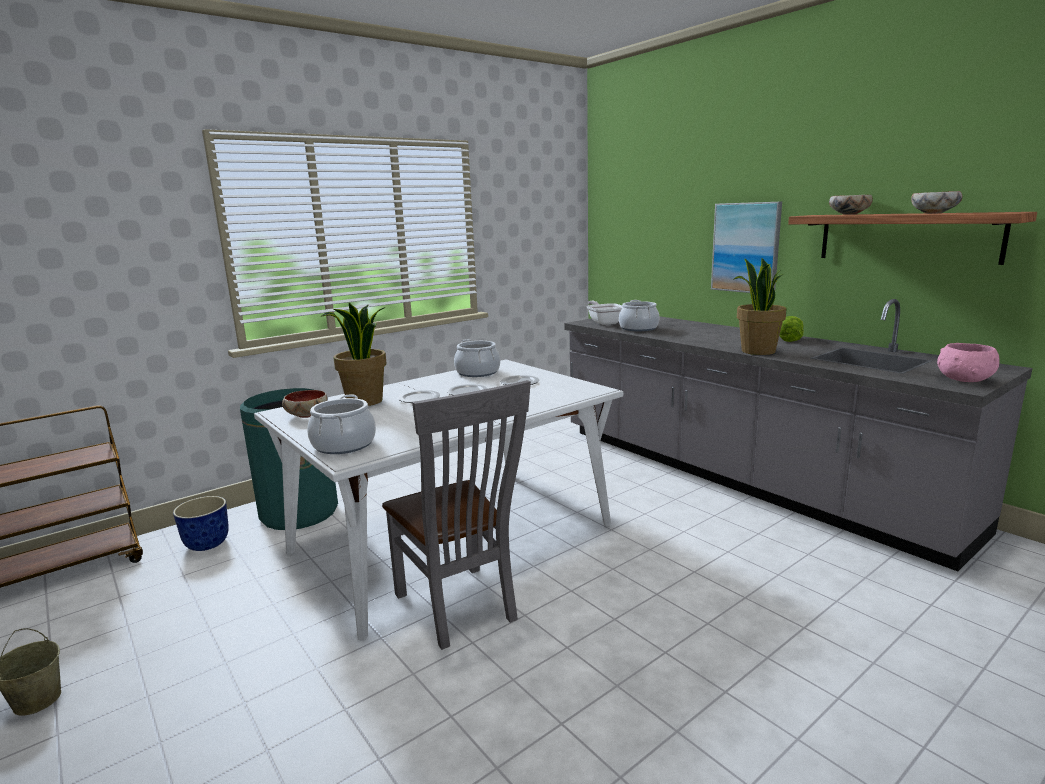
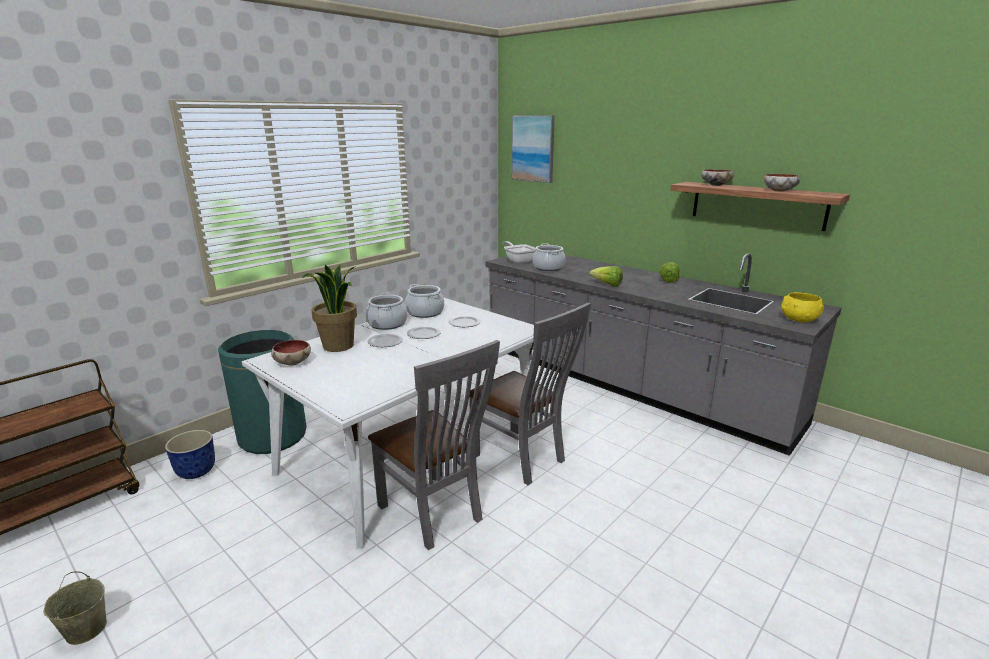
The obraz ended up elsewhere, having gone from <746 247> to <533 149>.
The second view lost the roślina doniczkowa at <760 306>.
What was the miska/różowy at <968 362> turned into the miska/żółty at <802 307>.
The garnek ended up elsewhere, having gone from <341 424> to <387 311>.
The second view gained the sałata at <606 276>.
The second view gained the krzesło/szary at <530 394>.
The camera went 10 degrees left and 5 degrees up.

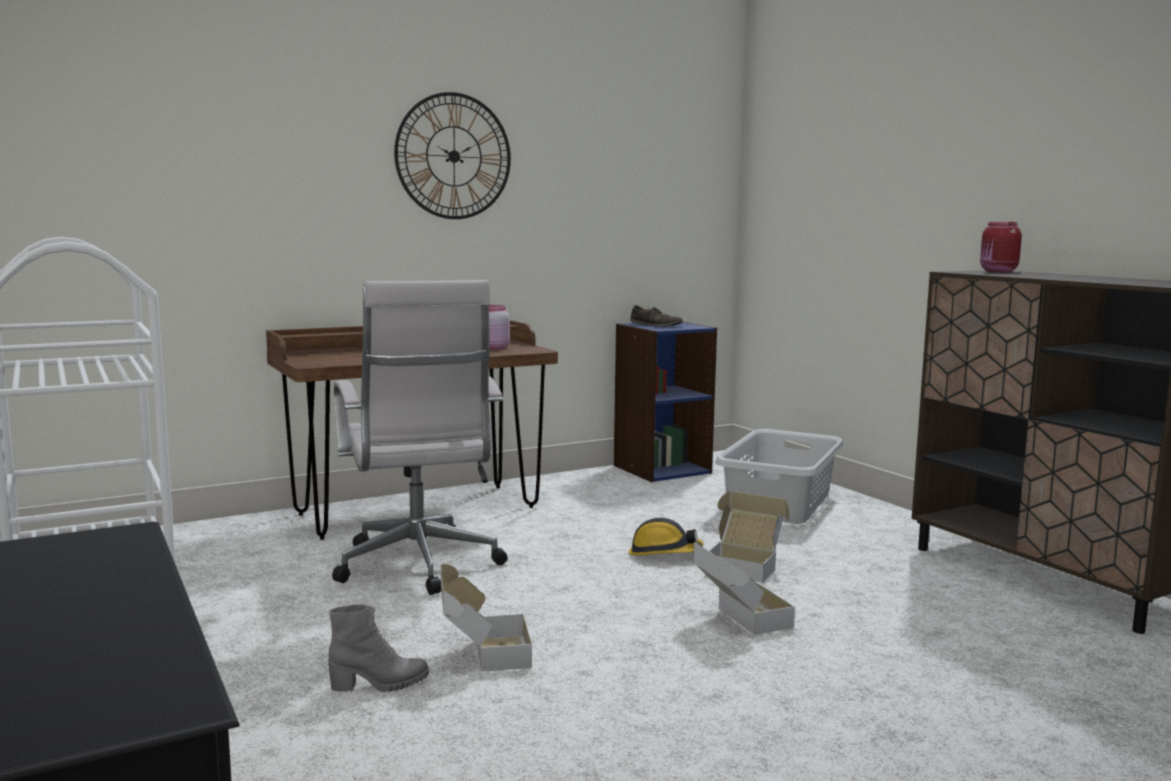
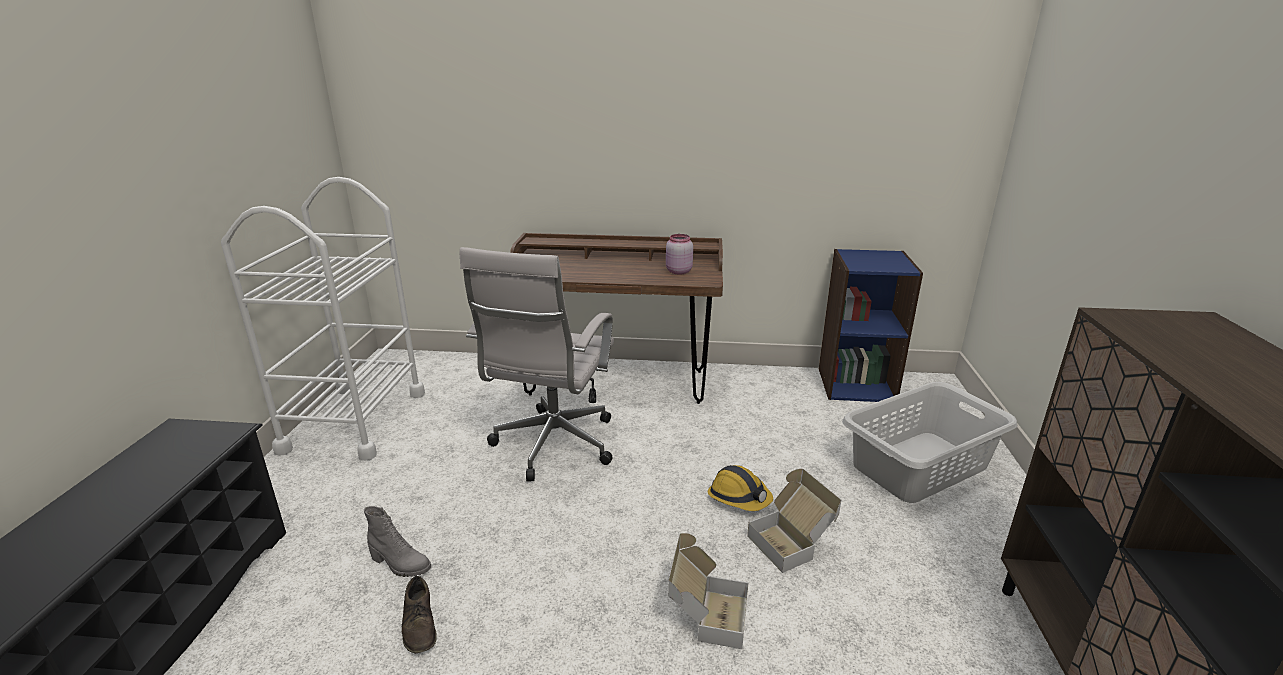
The second view lost the zegar ścienny at <452 155>.
The second view lost the słoik/czerwony at <1001 247>.
The but/brązowy ended up elsewhere, having gone from <656 316> to <419 615>.
The second view lost the karton at <486 618>.
The camera went 35 degrees right and 15 degrees up.

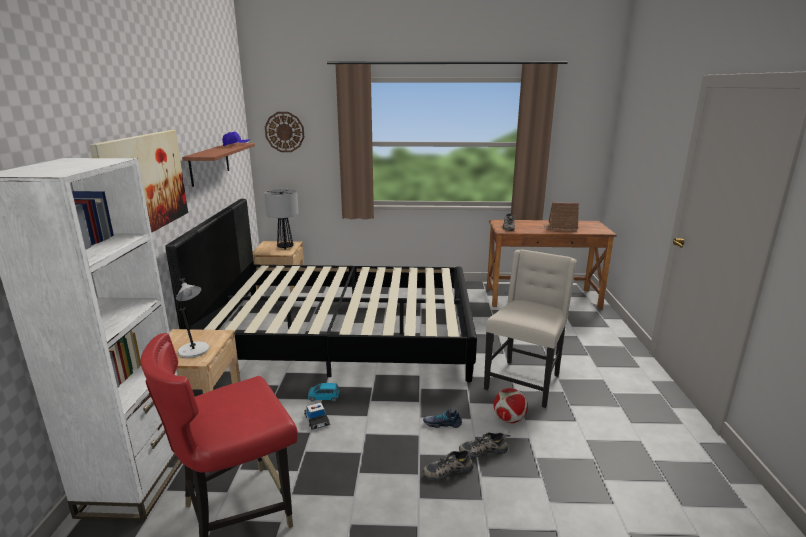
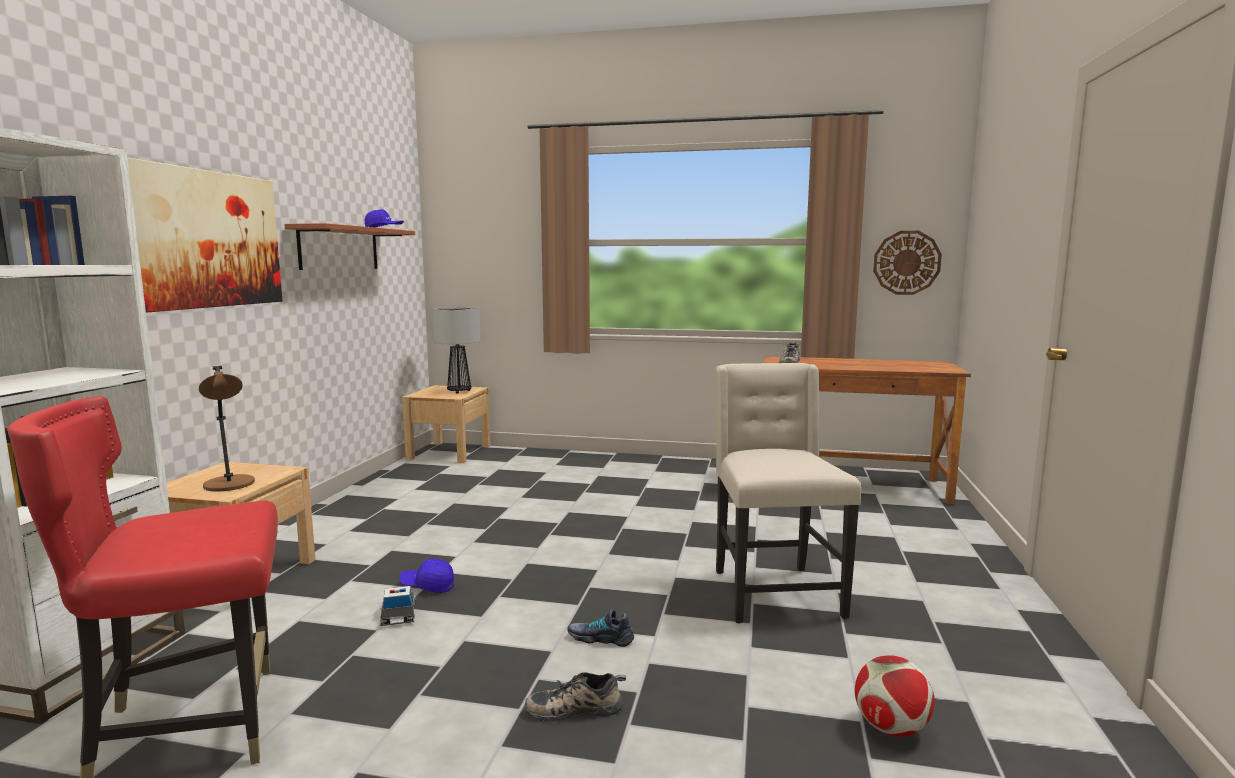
The zegar ścienny ended up elsewhere, having gone from <284 132> to <907 263>.
The second view lost the łóżko/czarny at <321 290>.
The second view lost the domek at <561 216>.
The krzesło/beżowy at <530 329> ended up facing another way, 45 degrees counterclockwise from before.
What was the lampa stołowa/szary at <192 318> turned into the lampa stołowa/brązowy at <227 429>.
Where the samochodzik/niebieski stood at <323 392>, the czapka z daszkiem/niebieski came to stand at <426 576>.
The piłka futbolowa ended up elsewhere, having gone from <511 405> to <894 696>.
The second view lost the but at <485 445>.
The camera went 10 degrees right and 10 degrees down.

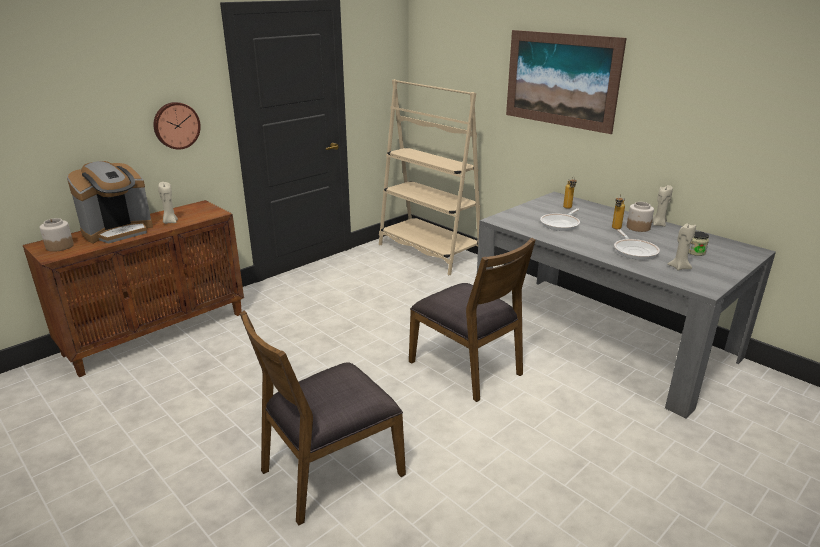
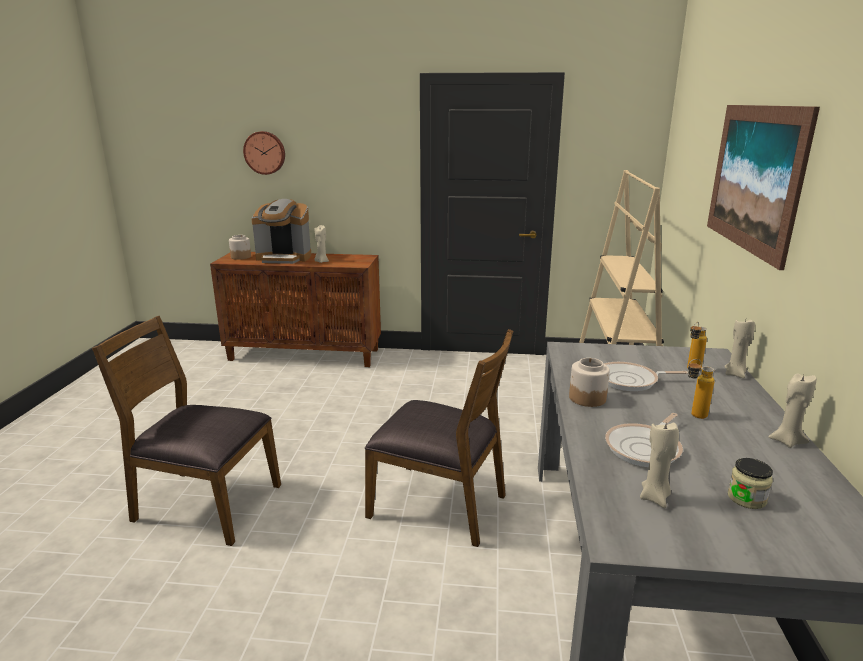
The zegar ścienny ended up elsewhere, having gone from <177 126> to <264 153>.
The słoik ended up elsewhere, having gone from <640 217> to <589 382>.
The krzesło/brązowy at <472 320> ended up facing another way, 75 degrees counterclockwise from before.
The second view gained the świeca/beżowy at <739 349>.
The camera went 50 degrees right and 5 degrees down.

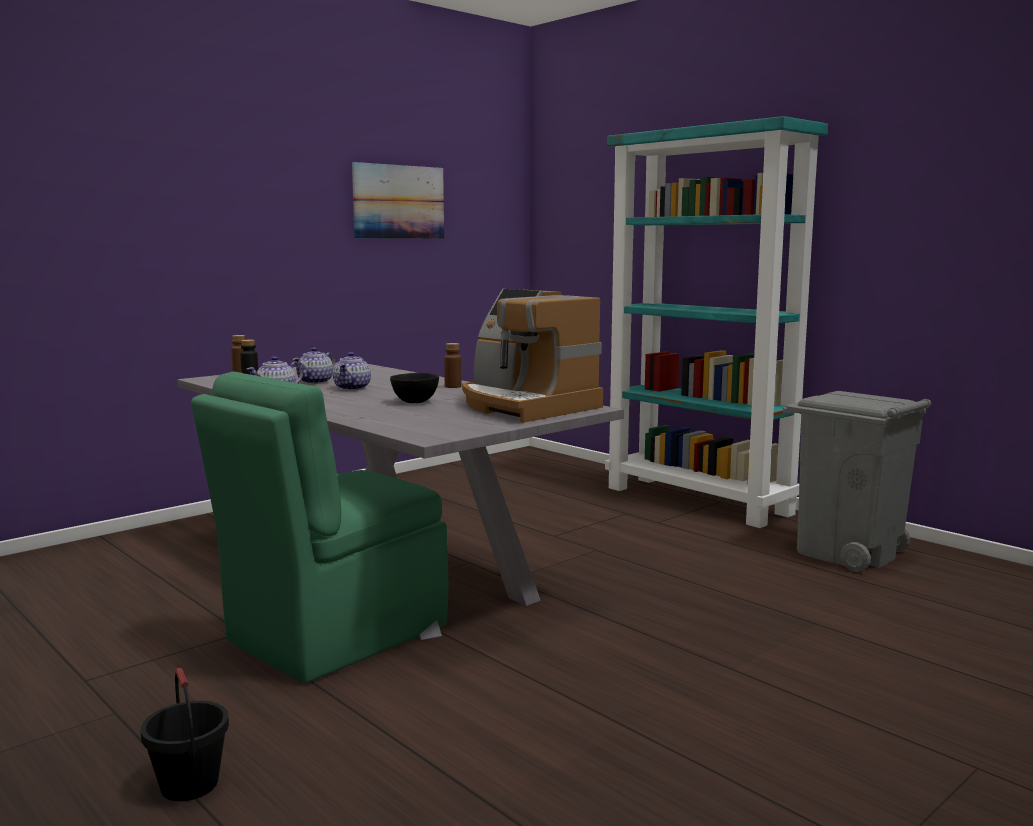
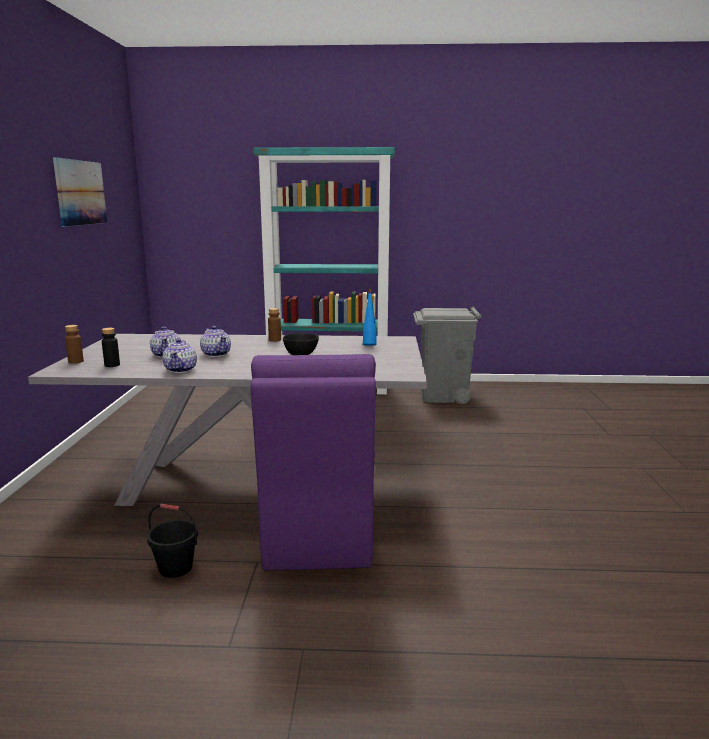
Where the ekspres do kawy stood at <532 356>, the butelka/niebieski came to stand at <370 317>.
What was the krzesło/zielony at <319 528> turned into the krzesło/fioletowy at <313 462>.
The wiadro/czarny ended up elsewhere, having gone from <185 734> to <172 541>.
The camera went 45 degrees left and 5 degrees up.

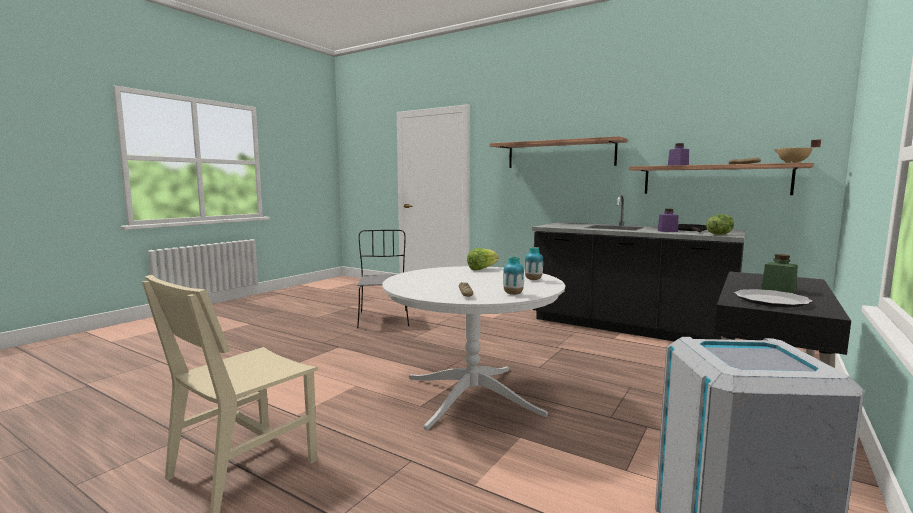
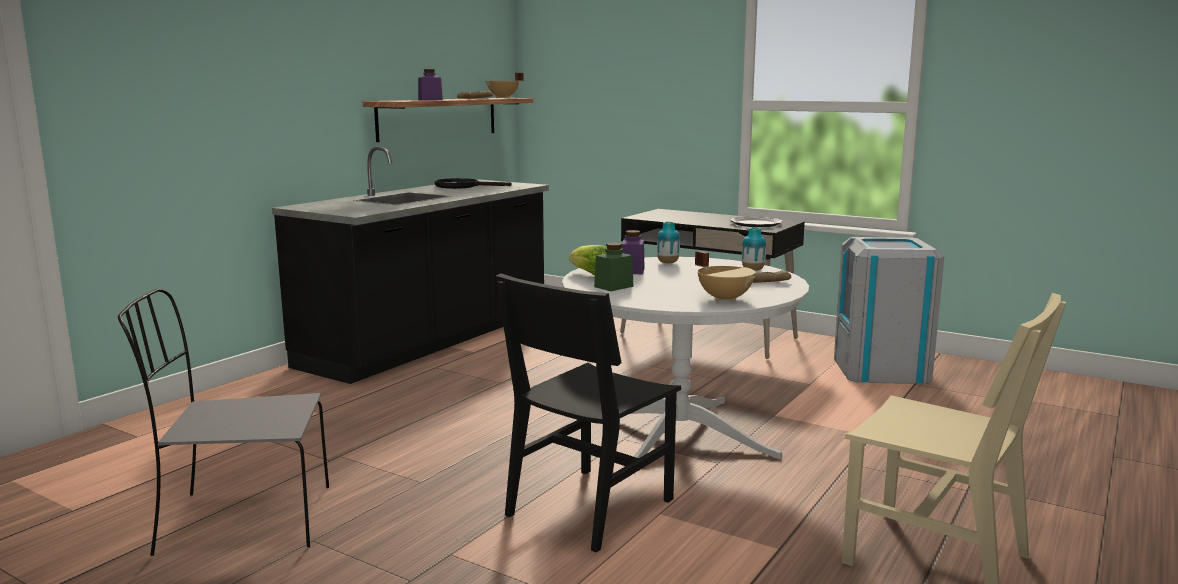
The second view lost the półka at <559 152>.
The słoik/fioletowy ended up elsewhere, having gone from <668 220> to <633 252>.
The second view lost the sałata at <720 224>.
The słoik/zielony ended up elsewhere, having gone from <779 273> to <614 267>.
The second view gained the garnek/beżowy at <725 276>.
The second view gained the krzesło/czarny at <588 413>.
The camera went 90 degrees left and 5 degrees up.

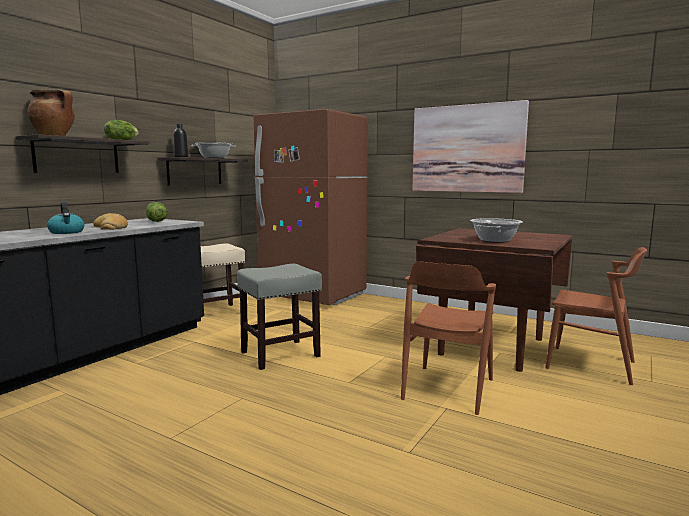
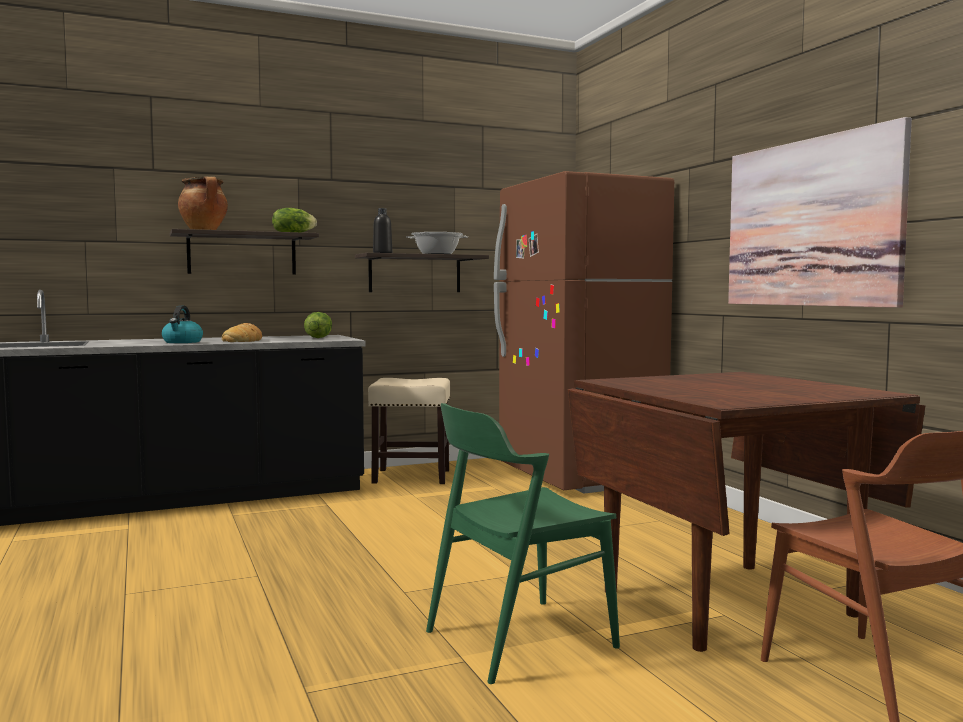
The second view lost the garnek at <496 230>.
What was the krzesło/brązowy at <448 338> turned into the krzesło/zielony at <523 543>.
The second view lost the stołek/szary at <279 317>.
The camera went 35 degrees right and 5 degrees down.

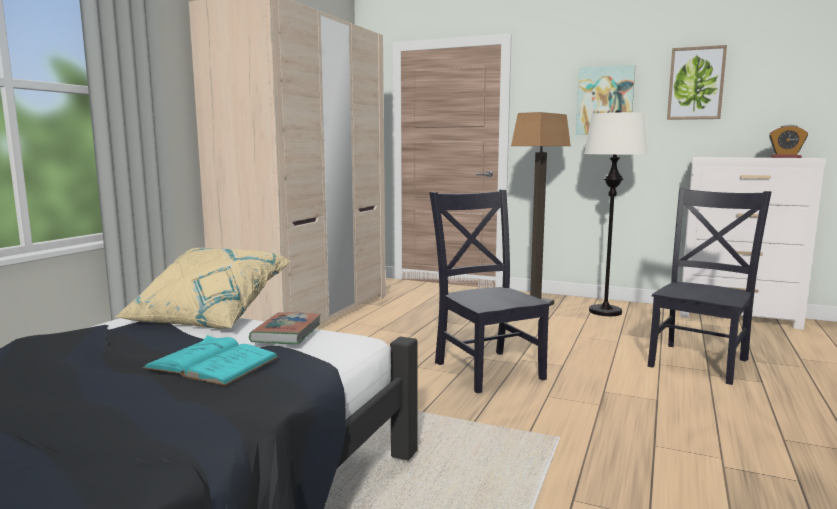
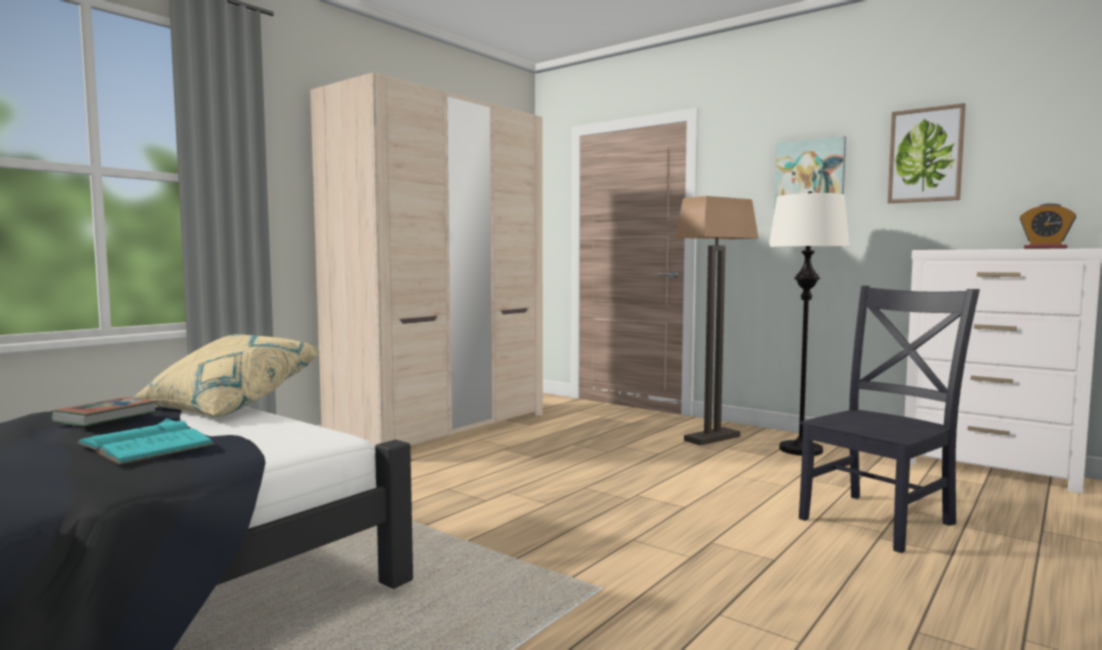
The second view lost the krzesło/czarny at <490 291>.
The książka ended up elsewhere, having gone from <285 328> to <103 412>.
The camera went 15 degrees right and 5 degrees down.

